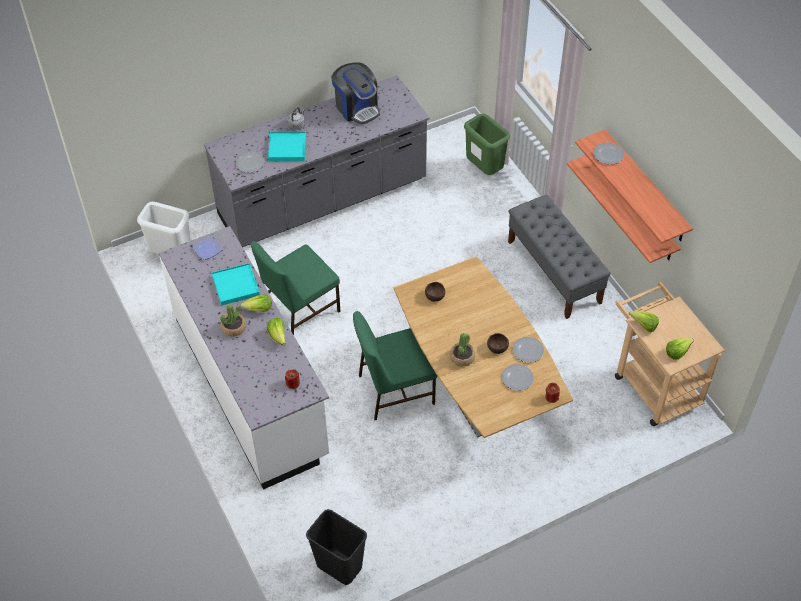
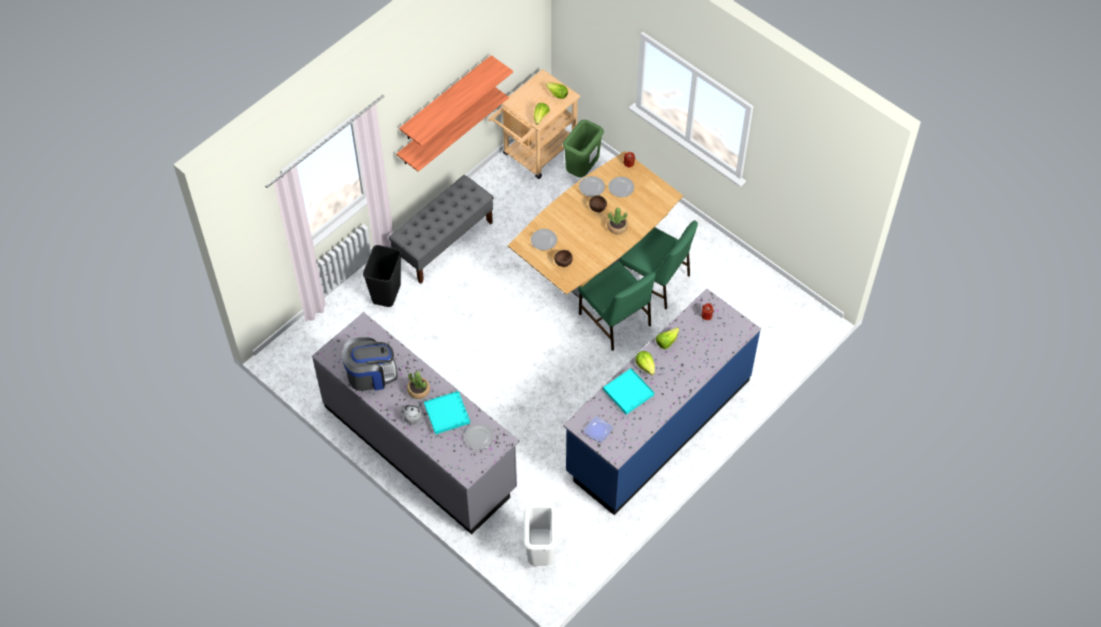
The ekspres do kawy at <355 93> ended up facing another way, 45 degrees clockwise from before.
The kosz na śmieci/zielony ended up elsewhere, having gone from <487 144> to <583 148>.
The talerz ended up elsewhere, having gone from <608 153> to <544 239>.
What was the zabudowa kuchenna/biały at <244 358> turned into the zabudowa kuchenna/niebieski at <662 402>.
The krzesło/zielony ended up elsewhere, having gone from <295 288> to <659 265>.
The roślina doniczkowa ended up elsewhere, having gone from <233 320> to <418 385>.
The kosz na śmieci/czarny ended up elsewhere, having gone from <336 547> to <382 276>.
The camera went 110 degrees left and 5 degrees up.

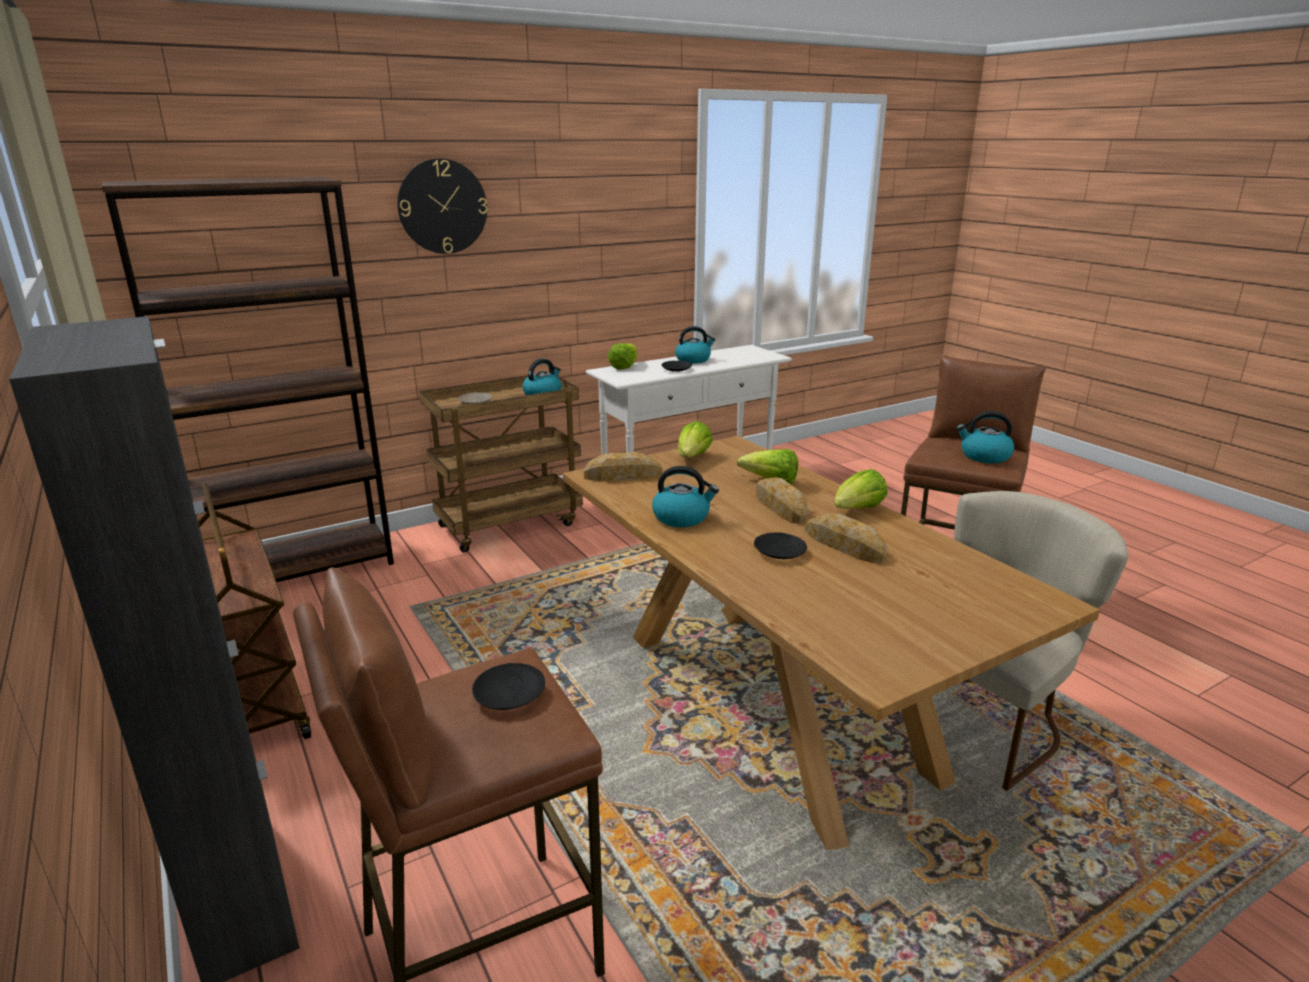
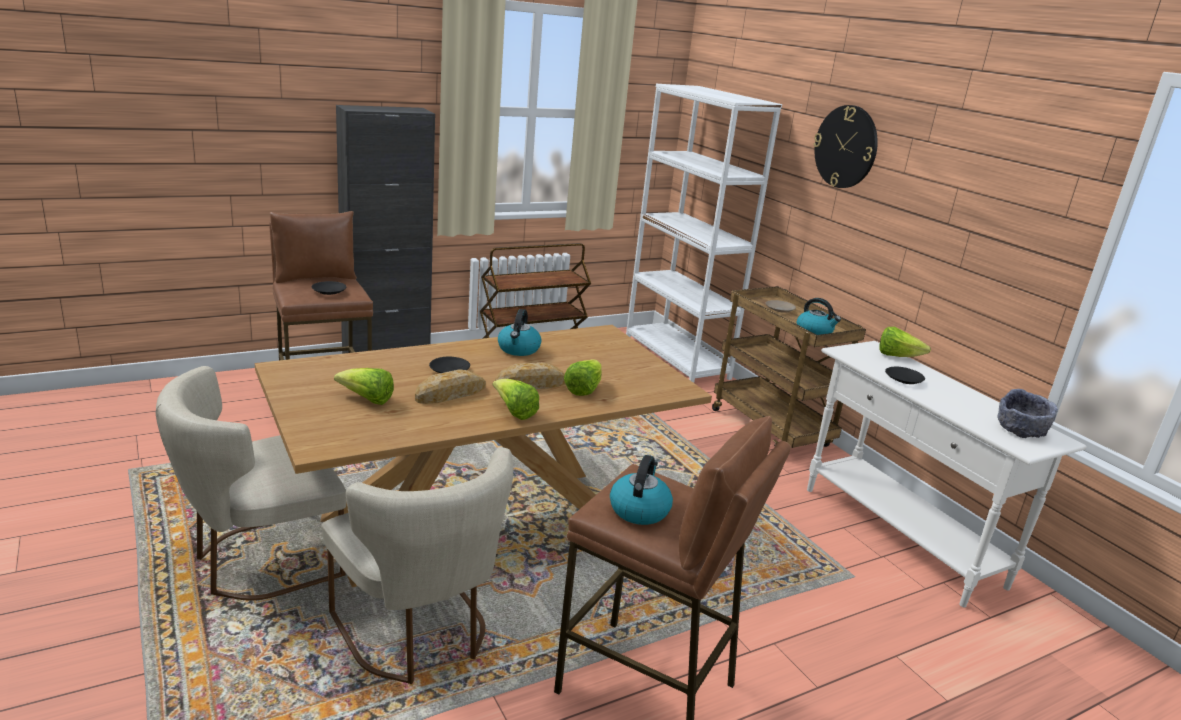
What was the regał/brązowy at <248 379> turned into the regał/biały at <704 233>.
The second view lost the czajnik at <695 345>.
The sałata ended up elsewhere, having gone from <695 439> to <364 386>.
The second view lost the chleb at <623 466>.
The second view gained the krzesło/beżowy at <251 483>.
The second view gained the miska/szary at <1028 413>.
The camera went 90 degrees right and 0 degrees up.

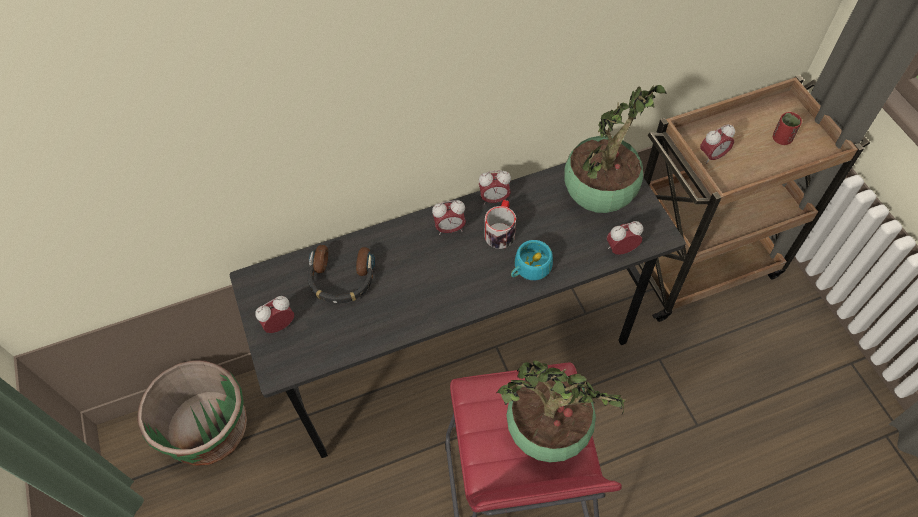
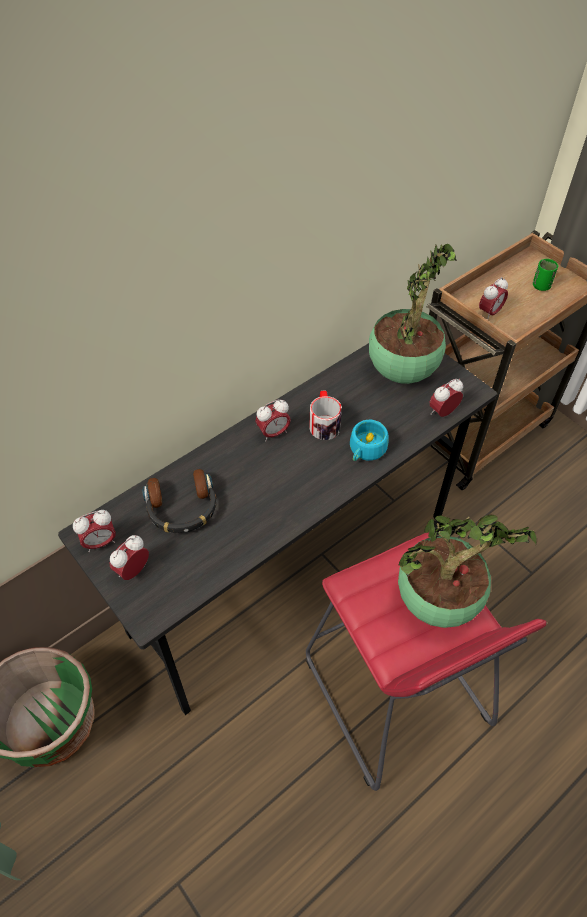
What was the filiżanka/czerwony at <787 128> turned into the filiżanka/zielony at <545 275>.
The budzik ended up elsewhere, having gone from <495 187> to <94 531>.
The camera went 20 degrees left and 5 degrees down.

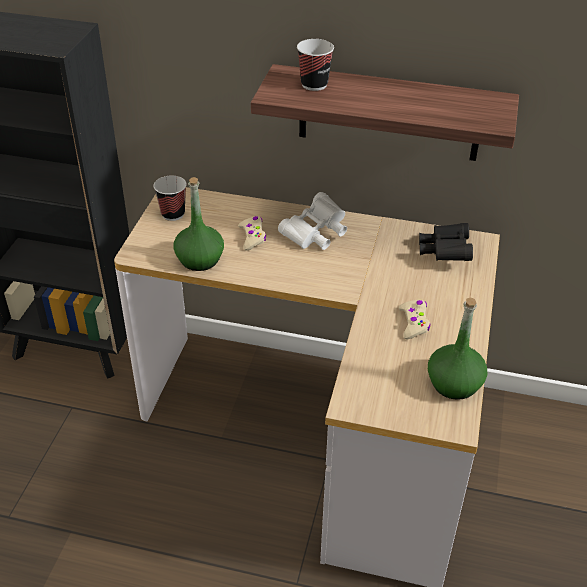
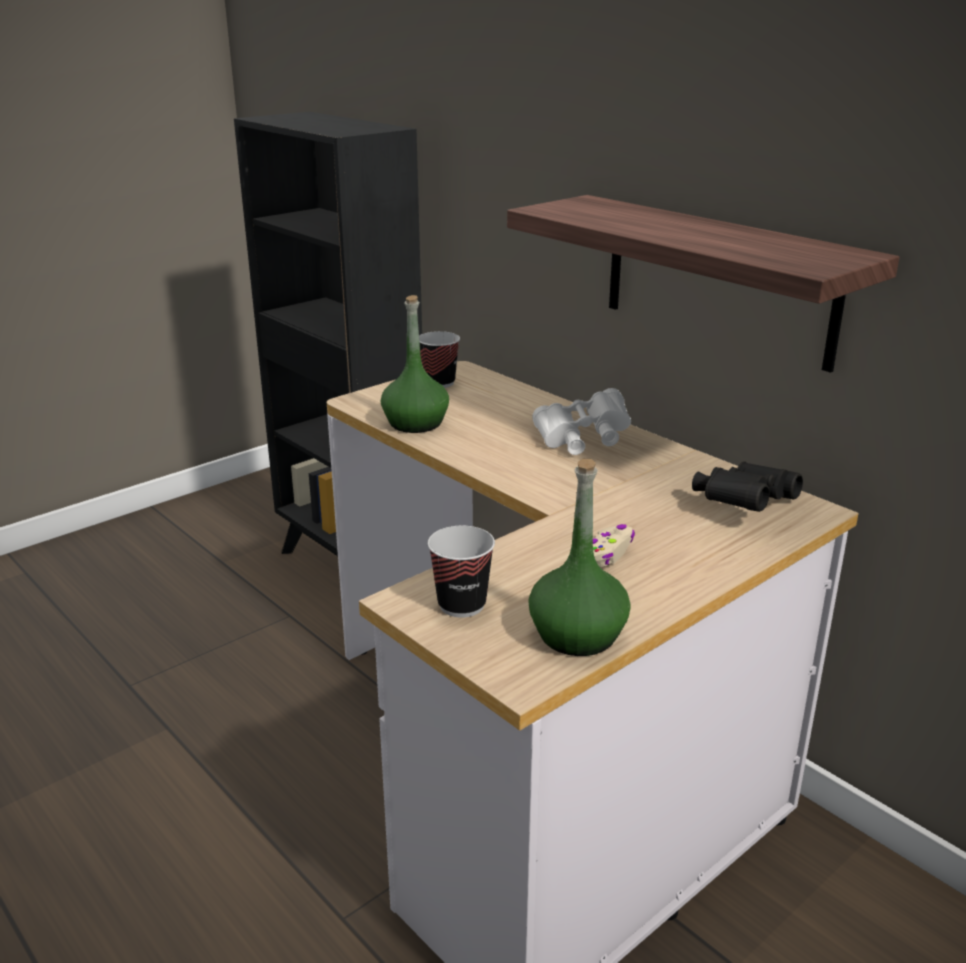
The filiżanka ended up elsewhere, having gone from <315 65> to <461 572>.
The second view lost the pad do gier/beżowy at <252 233>.
The camera went 35 degrees right and 15 degrees down.

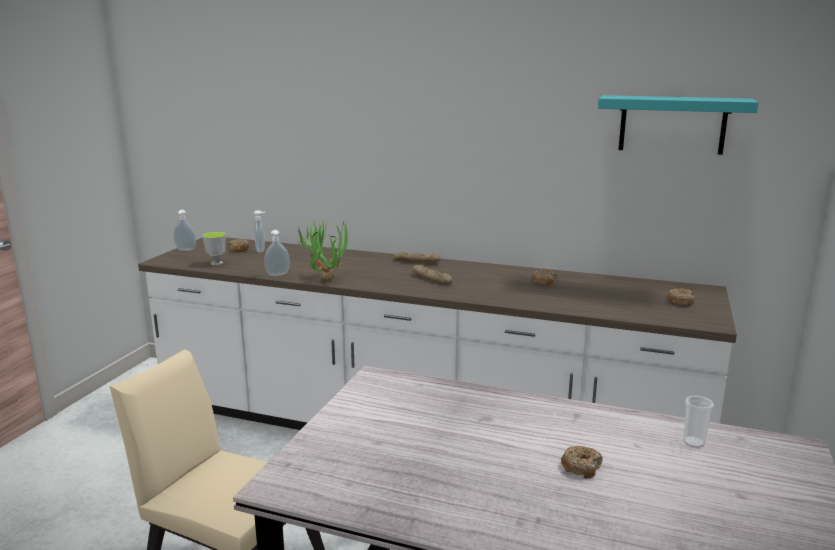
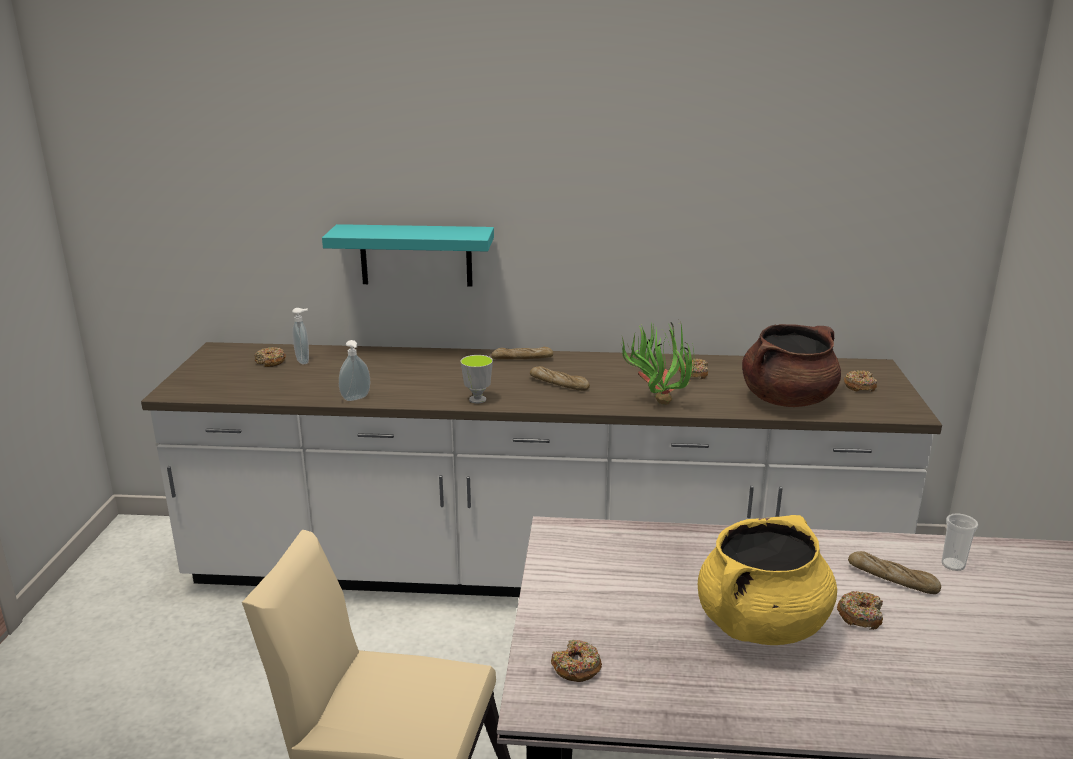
The półka/turkusowy ended up elsewhere, having gone from <678 125> to <408 255>.
The second view lost the dozownik mydła at <185 230>.
The roślina doniczkowa ended up elsewhere, having gone from <323 249> to <658 363>.
The filiżanka ended up elsewhere, having gone from <214 248> to <477 379>.
The second view gained the garnek/brązowy at <791 365>.
The second view gained the garnek/żółty at <767 580>.
The second view gained the chleb at <894 572>.
The second view gained the donut at <576 660>.
The camera went 15 degrees left and 5 degrees up.

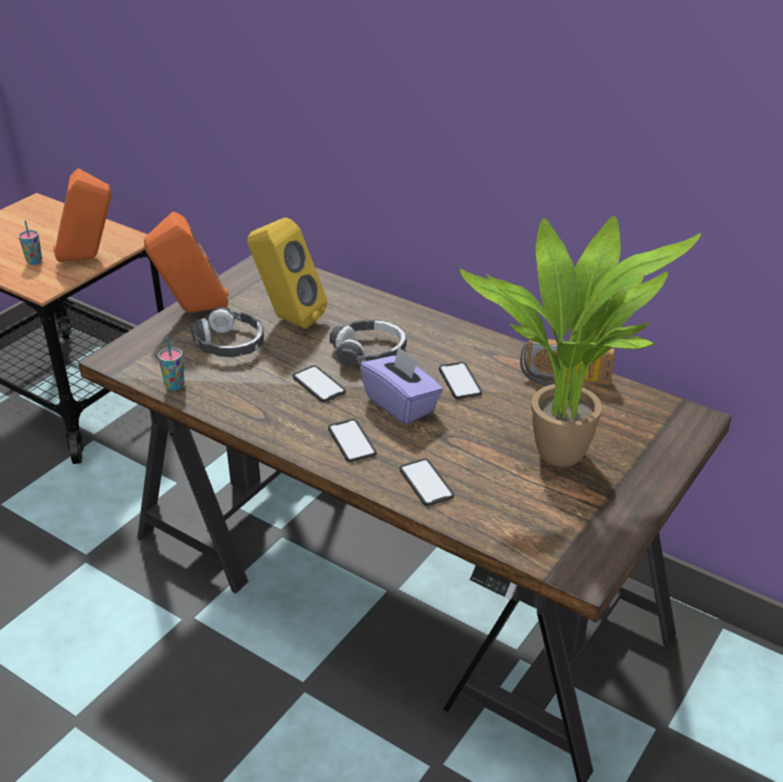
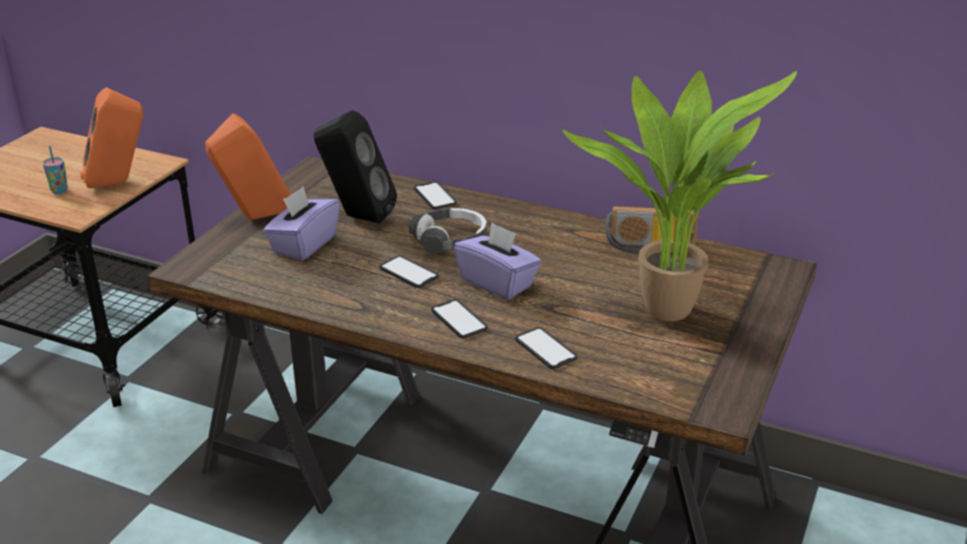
What was the głośnik/żółty at <287 273> turned into the głośnik/czarny at <355 167>.
Where the słuchawki stood at <227 331>, the pudełko chusteczek/fioletowy came to stand at <301 223>.
The second view lost the filiżanka at <171 364>.
The telefon ended up elsewhere, having gone from <460 380> to <435 195>.
The camera went 10 degrees left and 5 degrees down.

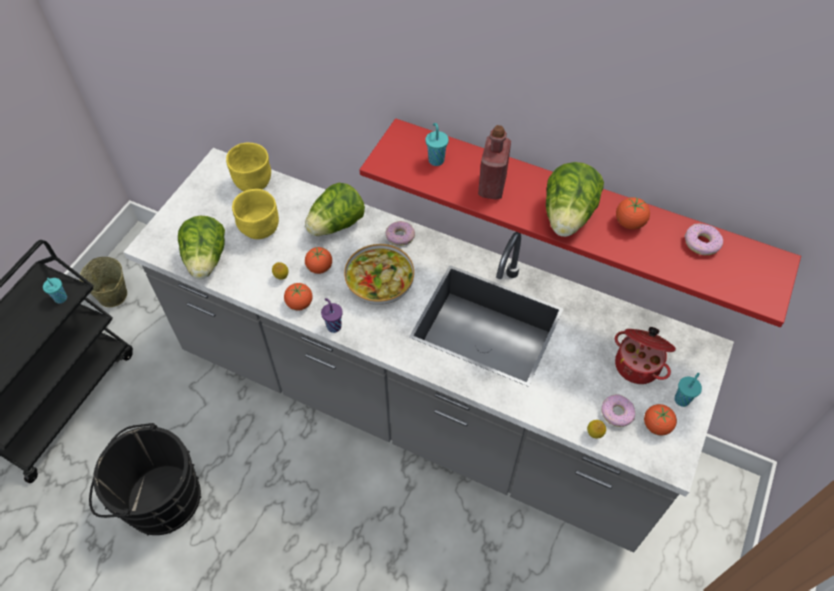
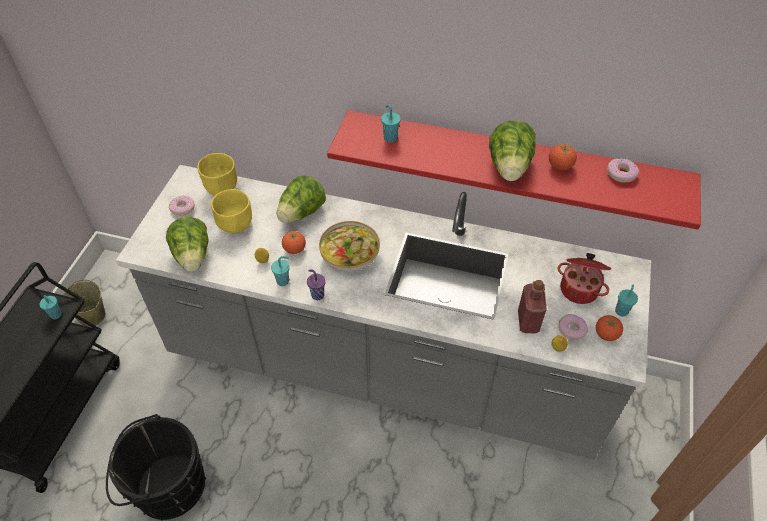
The butelka/czerwony ended up elsewhere, having gone from <494 162> to <532 306>.
The donut ended up elsewhere, having gone from <400 233> to <182 206>.
Where the pomidor stood at <298 296>, the filiżanka/turkusowy came to stand at <280 271>.
The camera went 10 degrees left and 5 degrees down.

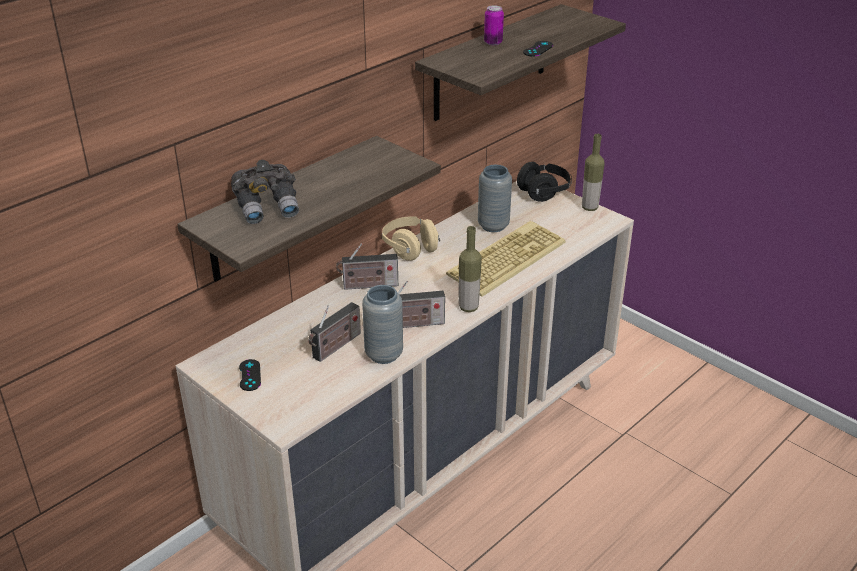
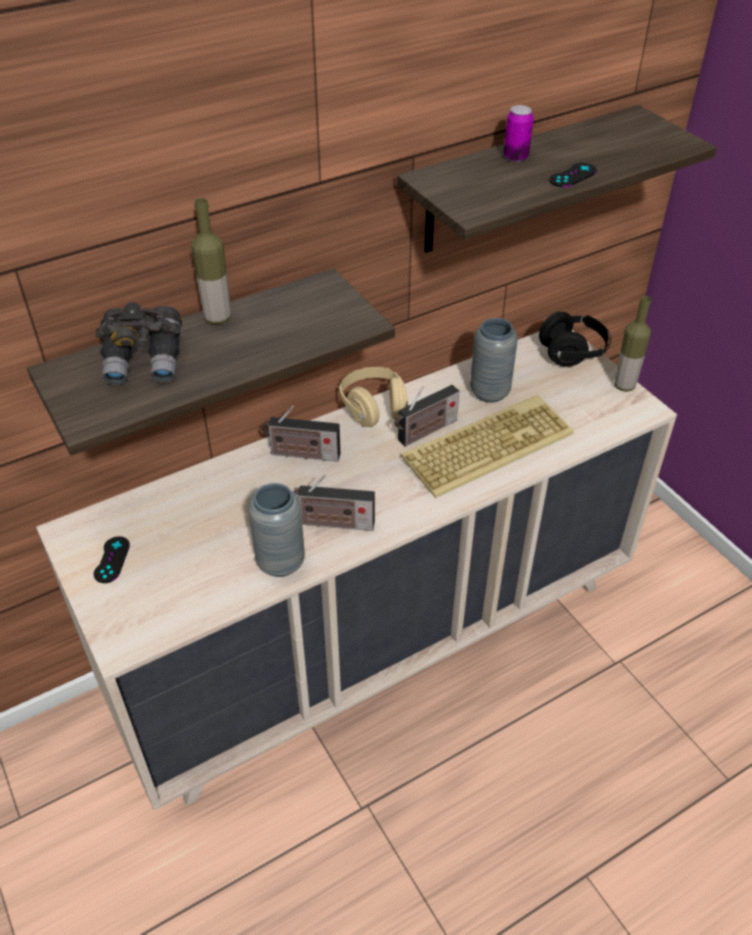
The butelka ended up elsewhere, having gone from <470 269> to <211 261>.
The radio ended up elsewhere, having gone from <334 332> to <427 416>.
The camera went 15 degrees right and 10 degrees up.

